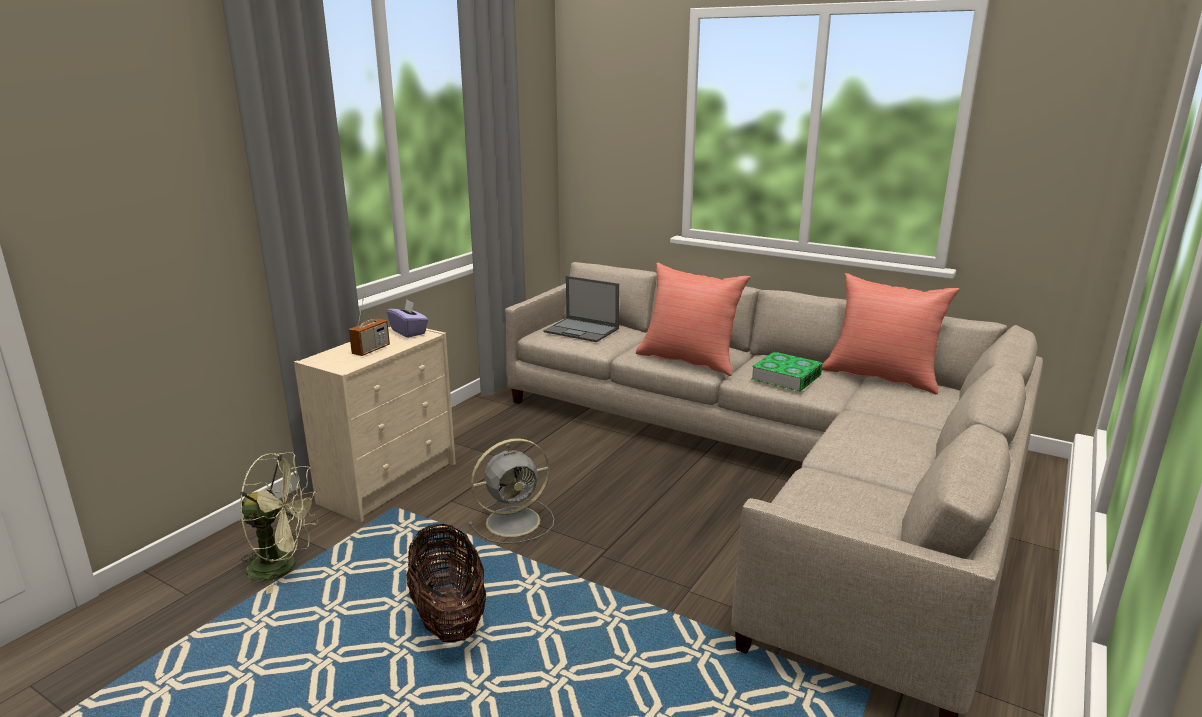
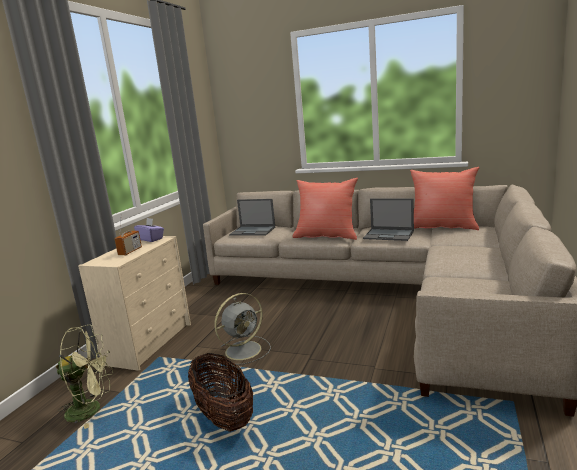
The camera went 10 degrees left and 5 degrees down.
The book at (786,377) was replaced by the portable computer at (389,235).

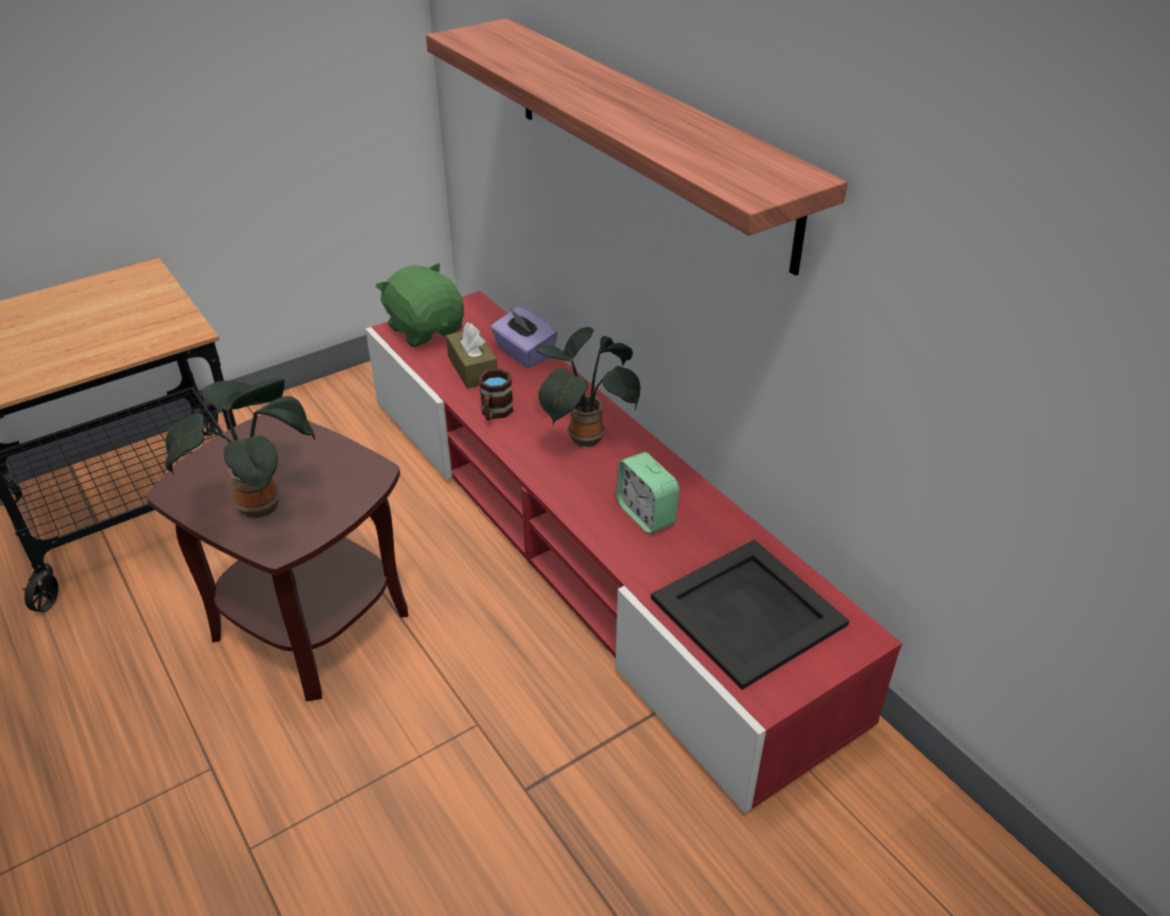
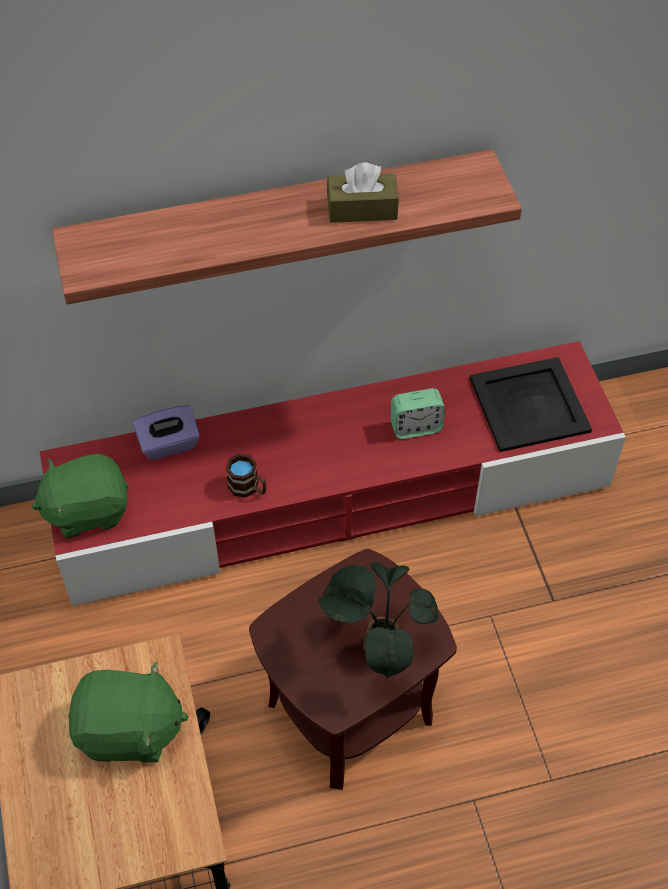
The camera went 70 degrees left and 15 degrees up.
The brown-coloured tissue box moved from (472,369) to (362,208).
The potted plant at (583,436) disappeared.
The green plush toy at (129,731) appeared.

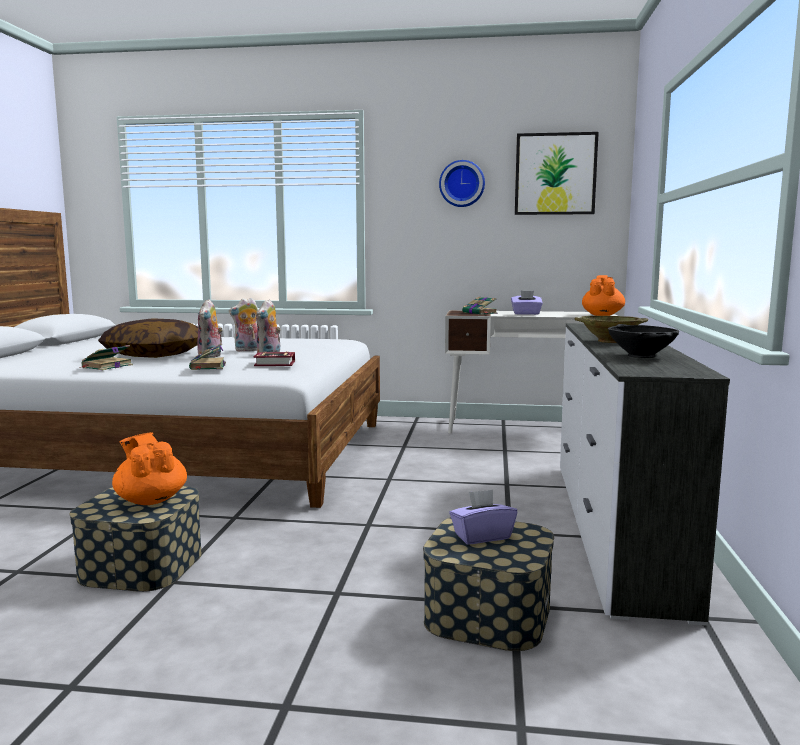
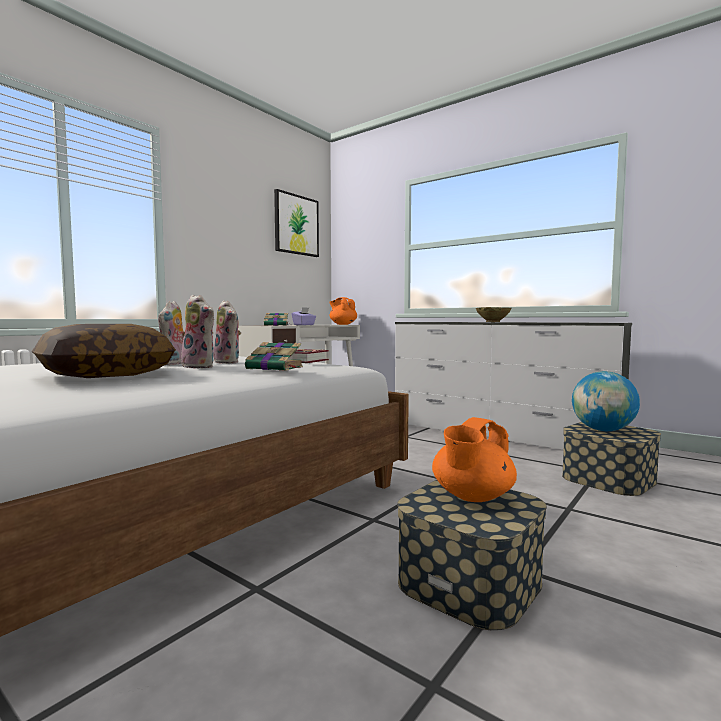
The camera went 60 degrees left and 5 degrees down.
The book at (106,366) disappeared.
The orange-coloured tea pot at (151,500) turned 45 degrees counterclockwise.
The hanging clock at (462,184) disappeared.
The purple tissue box at (482,536) was replaced by the world globe at (603,430).
The blackish bowl at (641,356) disappeared.

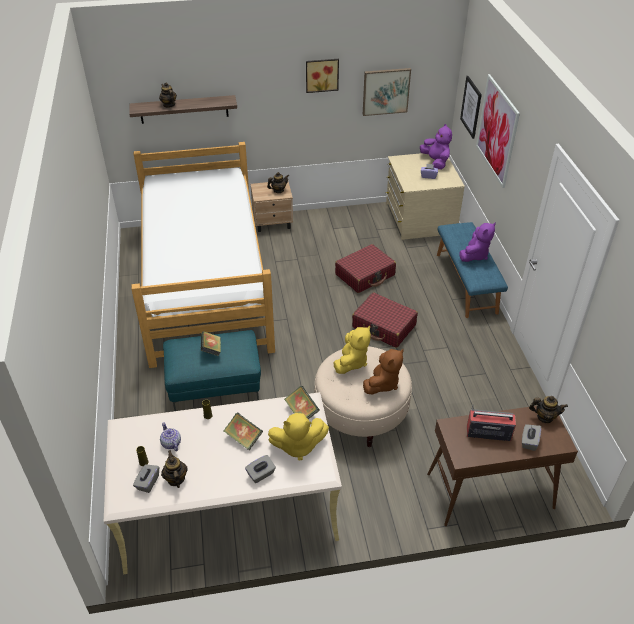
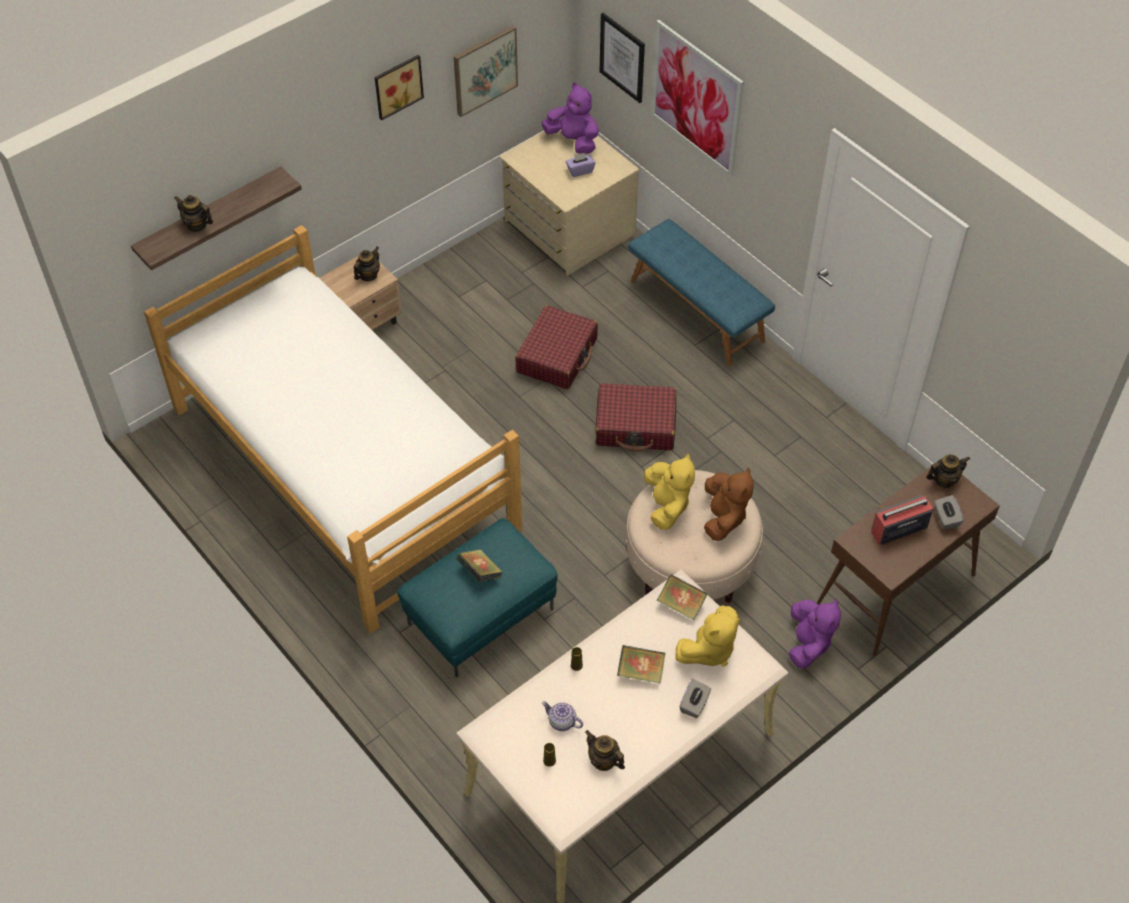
The camera went 30 degrees left and 10 degrees up.
The grey tissue box at (147,483) disappeared.
The purple plush toy moved from (475,255) to (808,643).

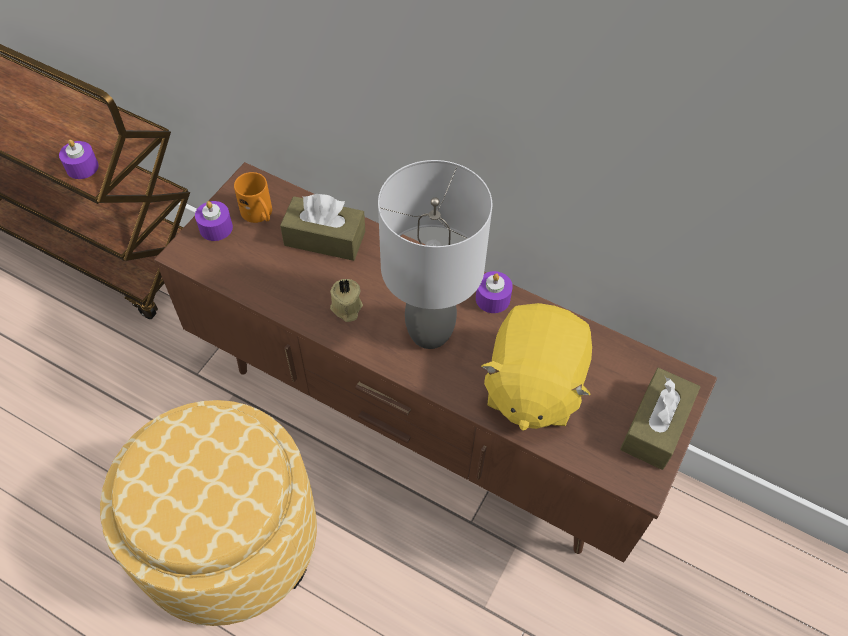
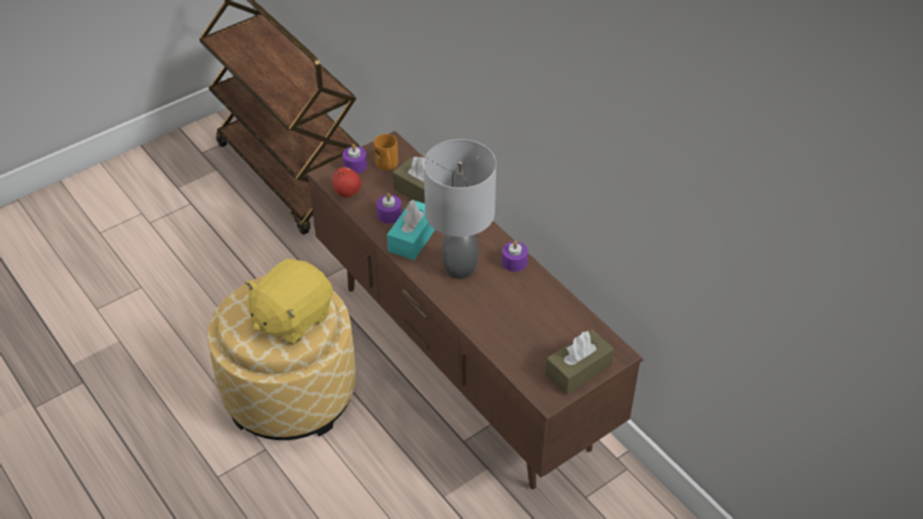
The camera went 25 degrees right and 10 degrees down.
The purple wax candle moved from (82,167) to (389,214).
The beige-coloured wax candle at (346,308) was replaced by the turquoise tissue box at (413,238).
The yellow plush toy moved from (532,386) to (292,318).
The apple at (347,192) appeared.

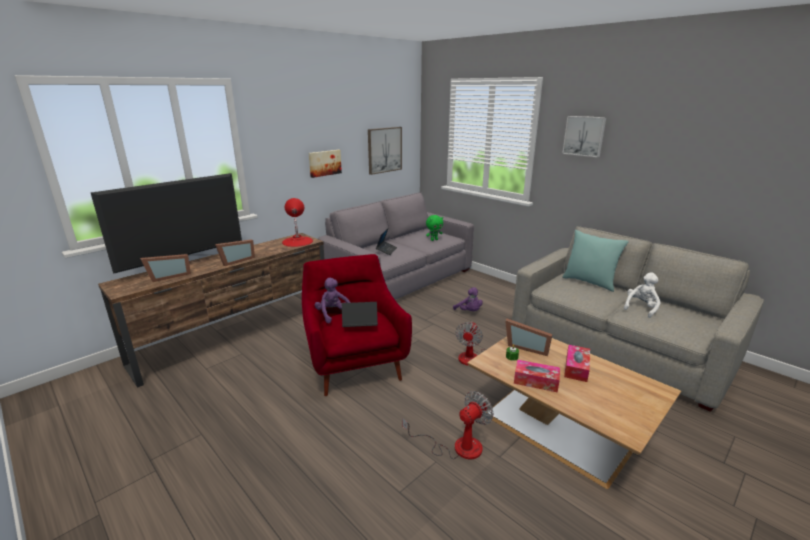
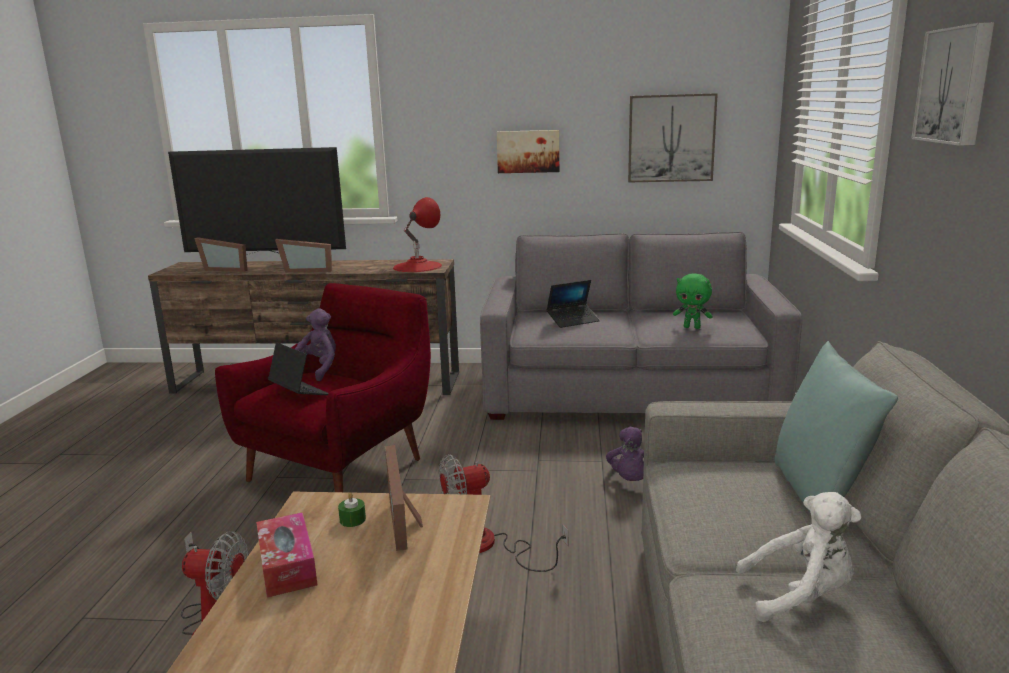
The camera went 50 degrees right and 5 degrees down.
The tissue box at (576,368) disappeared.

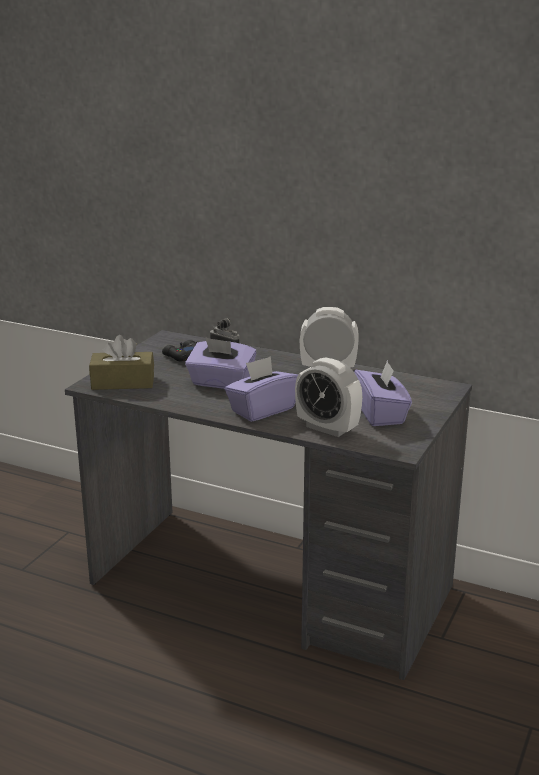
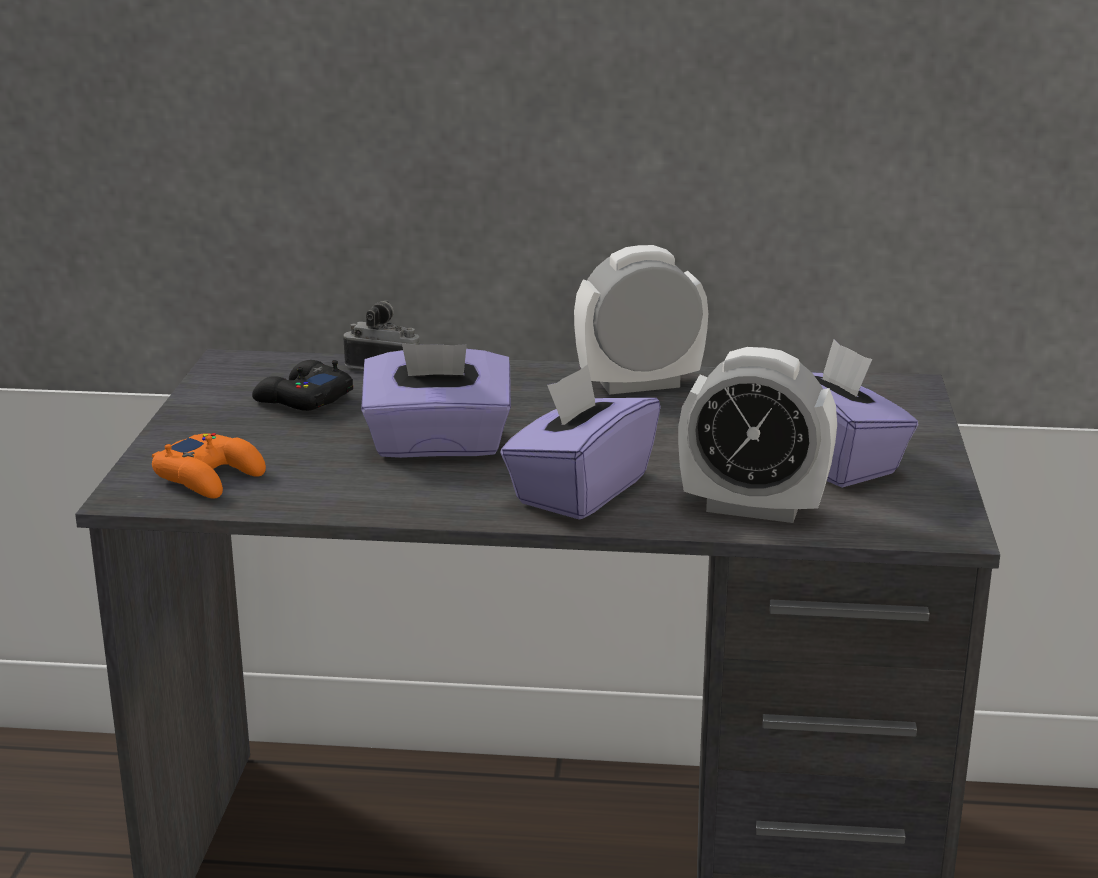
The camera went 20 degrees left and 0 degrees up.
The brown-coloured tissue box at (123,382) was replaced by the orange-coloured gamepad at (210,477).

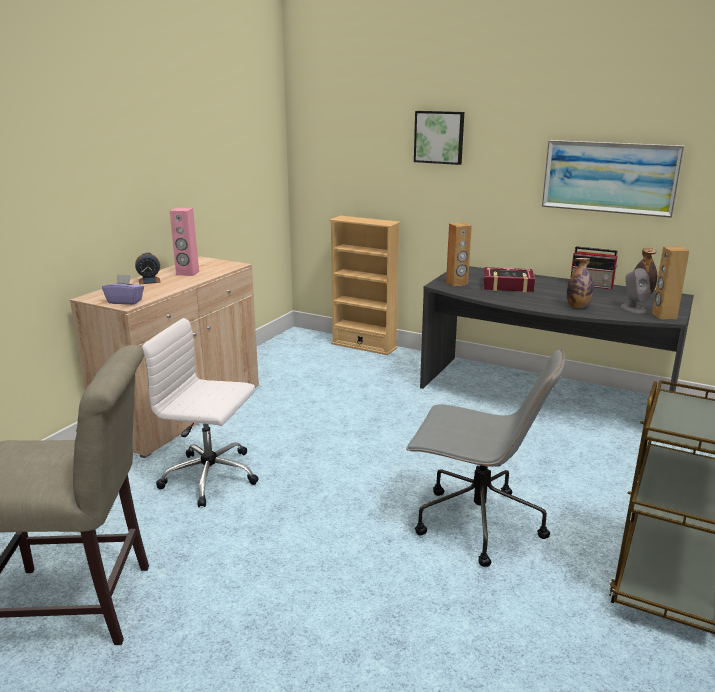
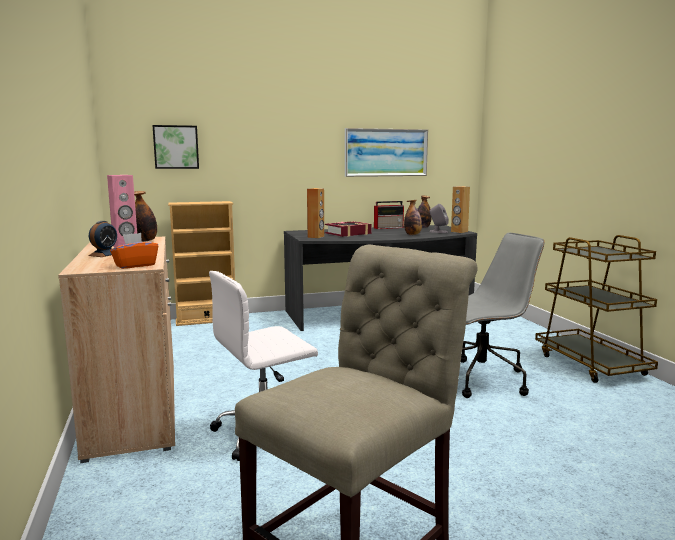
The camera went 45 degrees left and 10 degrees down.
The purple tissue box at (125,301) became the orange-coloured tissue box at (135,265).
The wall picture moved from (439,137) to (176,147).
The drink bottle at (145,241) appeared.

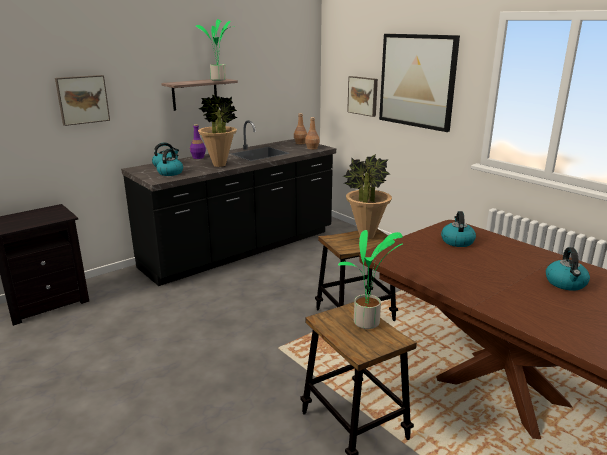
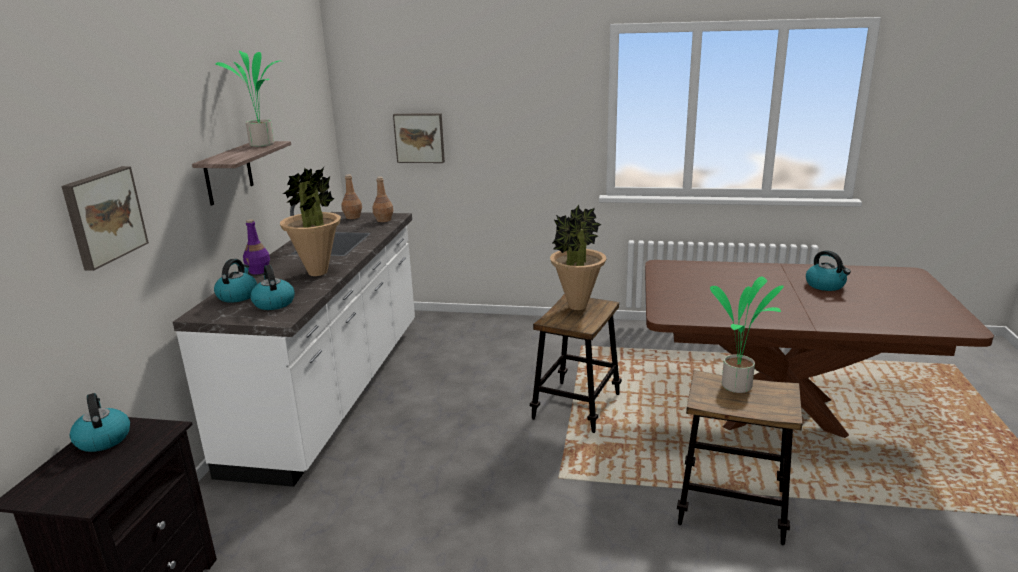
The camera went 40 degrees left and 0 degrees up.
The blackish kitchen base unit at (241,250) became the white-coloured kitchen base unit at (334,391).
The wall picture at (417,81) disappeared.
The tea kettle moved from (457,241) to (103,439).

